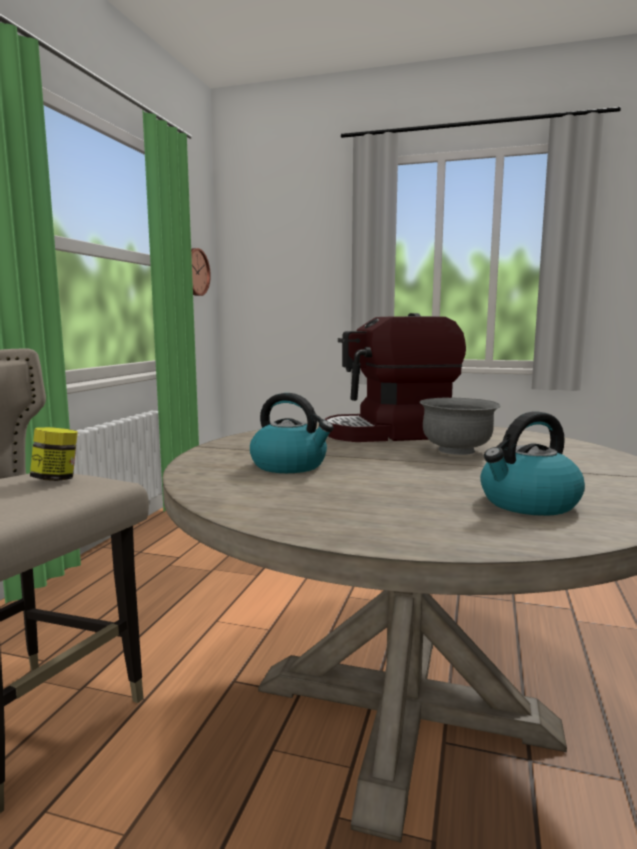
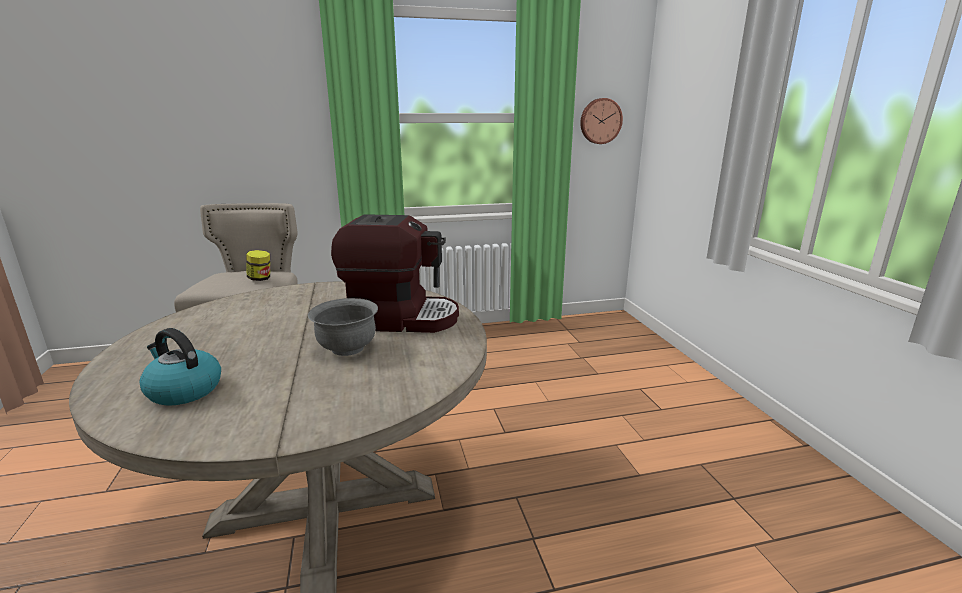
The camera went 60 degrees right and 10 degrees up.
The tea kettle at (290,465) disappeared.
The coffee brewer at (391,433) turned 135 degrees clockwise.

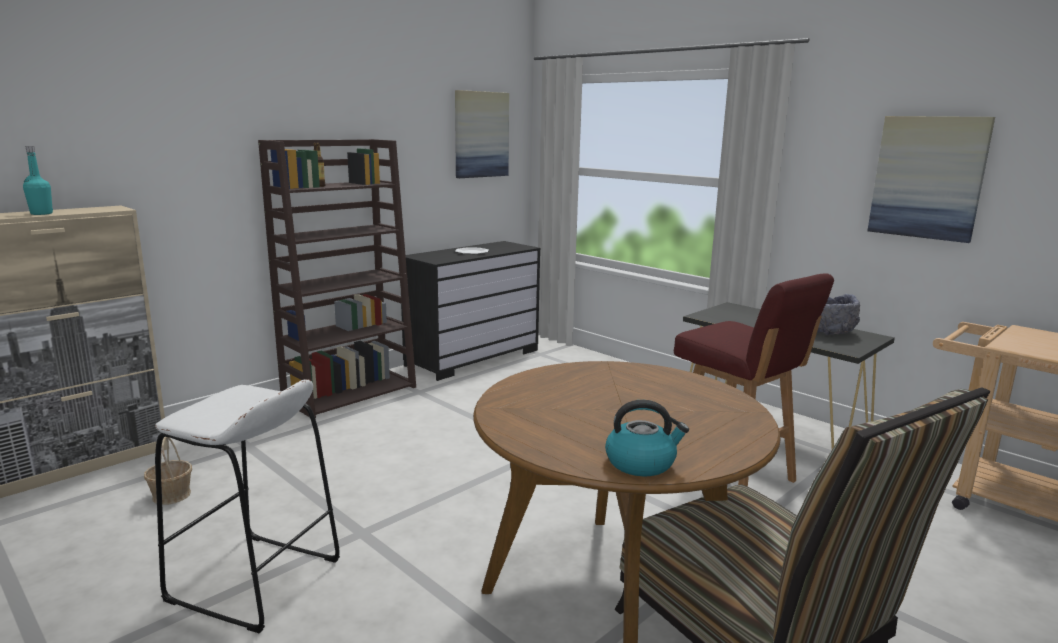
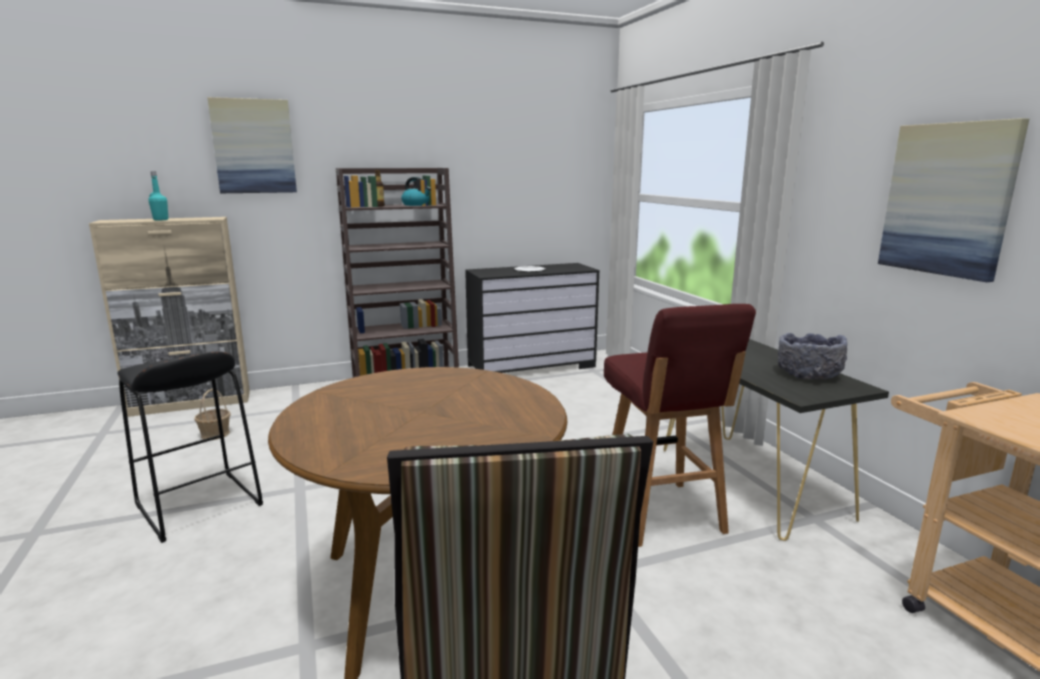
The camera went 25 degrees right and 0 degrees up.
The white-coloured sitting stool at (255,580) became the blackish sitting stool at (198,505).
The wall picture moved from (481,134) to (254,146).
The tea kettle moved from (641,463) to (416,205).

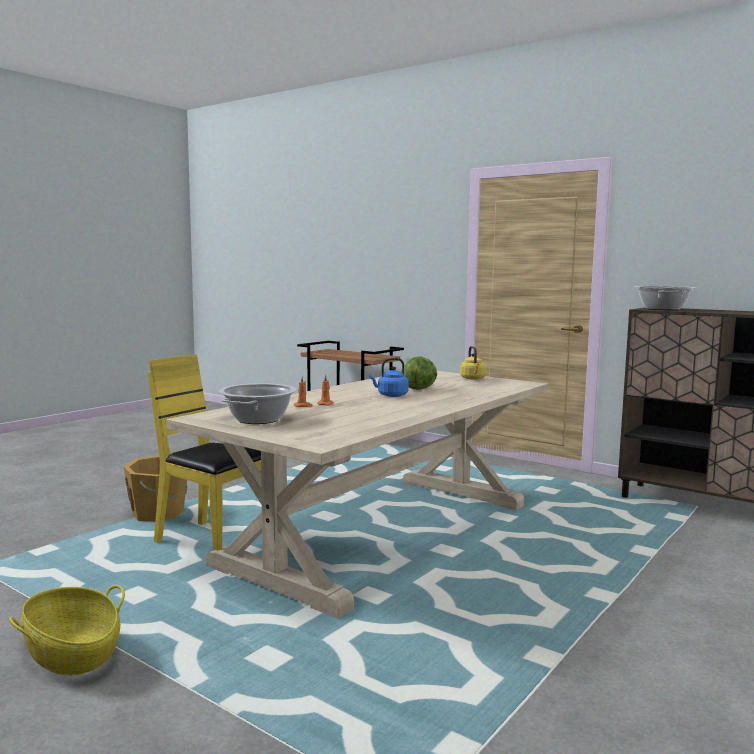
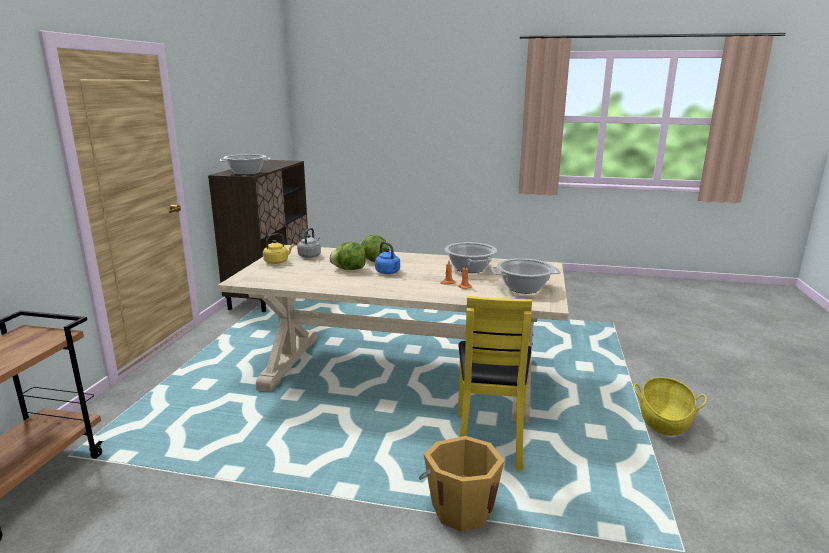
The camera went 115 degrees left and 10 degrees up.
The grey tea kettle at (310,255) appeared.
The head of lettuce at (373,261) appeared.
The saucepot at (470,269) appeared.

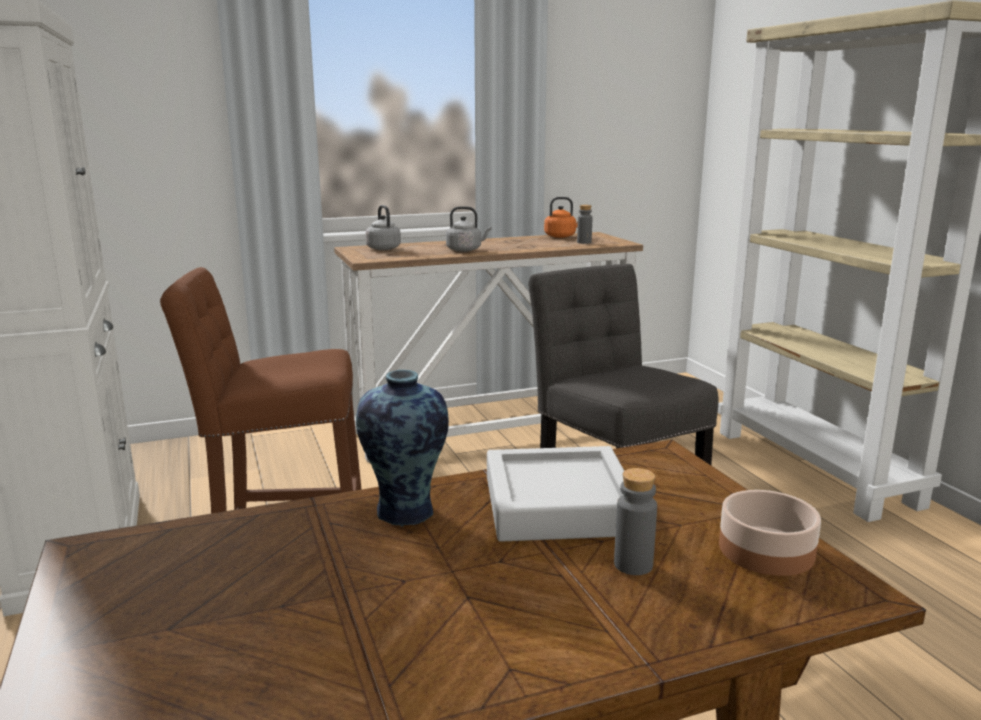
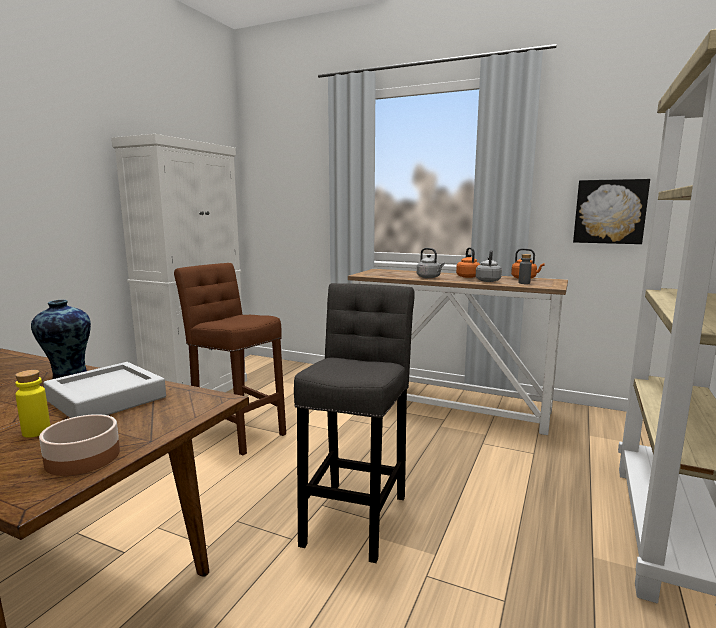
The camera went 45 degrees right and 5 degrees down.
The grey tea kettle moved from (383,248) to (488,280).
The grey drink bottle at (633,565) became the yellow drink bottle at (36,432).
The orange-coloured tea kettle at (467,276) appeared.
The wall picture at (609,211) appeared.

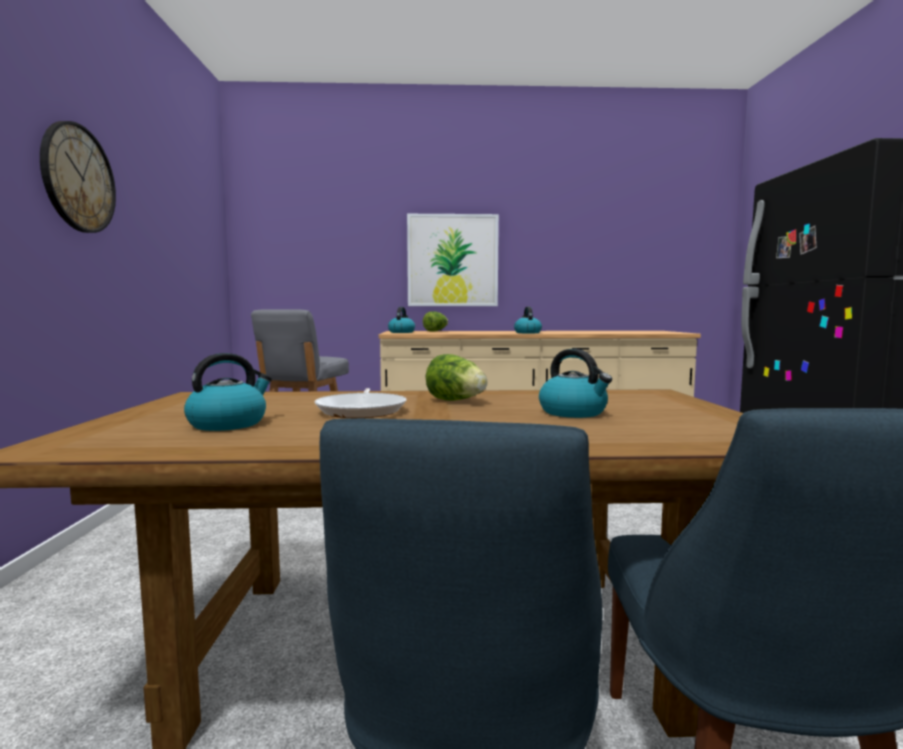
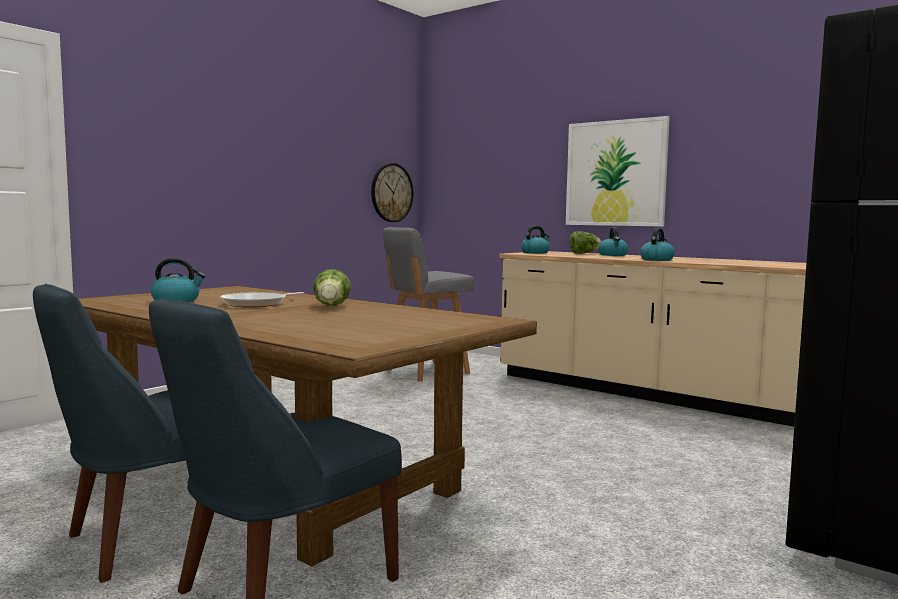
The camera went 40 degrees right and 0 degrees up.
The hanging clock moved from (78,178) to (391,193).
The tea kettle moved from (574,412) to (613,255).

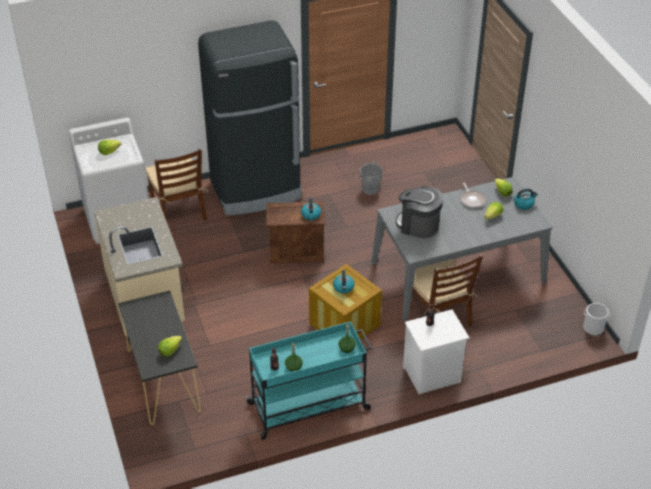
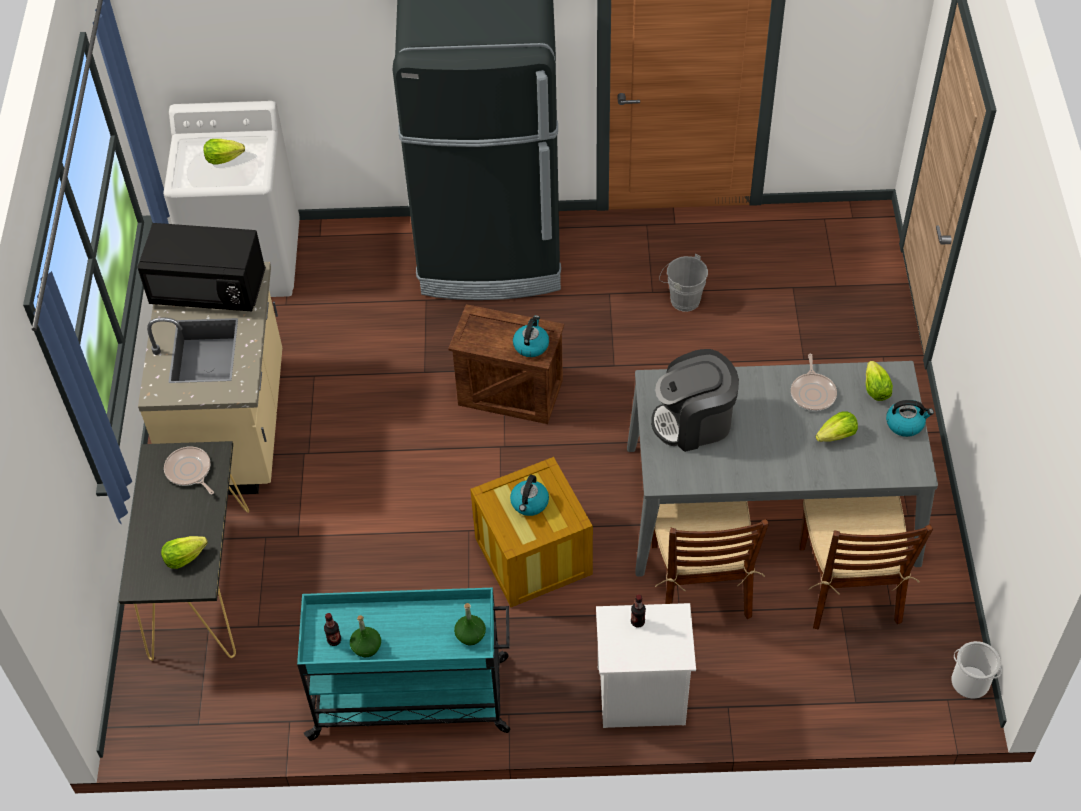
The camera went 20 degrees right and 10 degrees up.
The brown-coloured plain chair moved from (179,210) to (849,585).
The coffee brewer at (418,225) turned 60 degrees counterclockwise.
The blackish microwave at (209,289) appeared.
The skillet at (189,471) appeared.

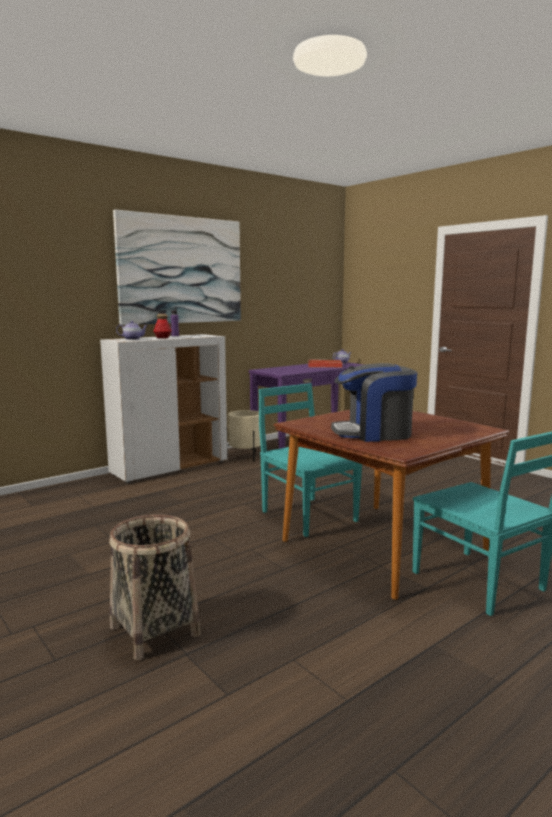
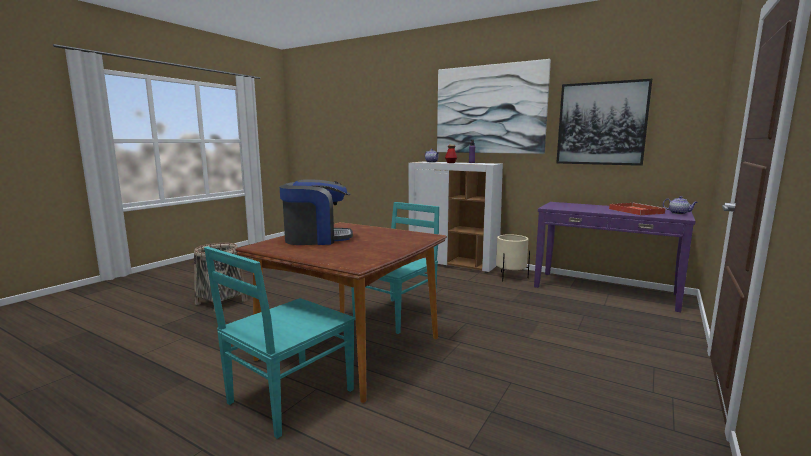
The camera went 70 degrees right and 0 degrees up.
The coffee brewer at (373,433) turned 105 degrees clockwise.
The wall picture at (601,124) appeared.

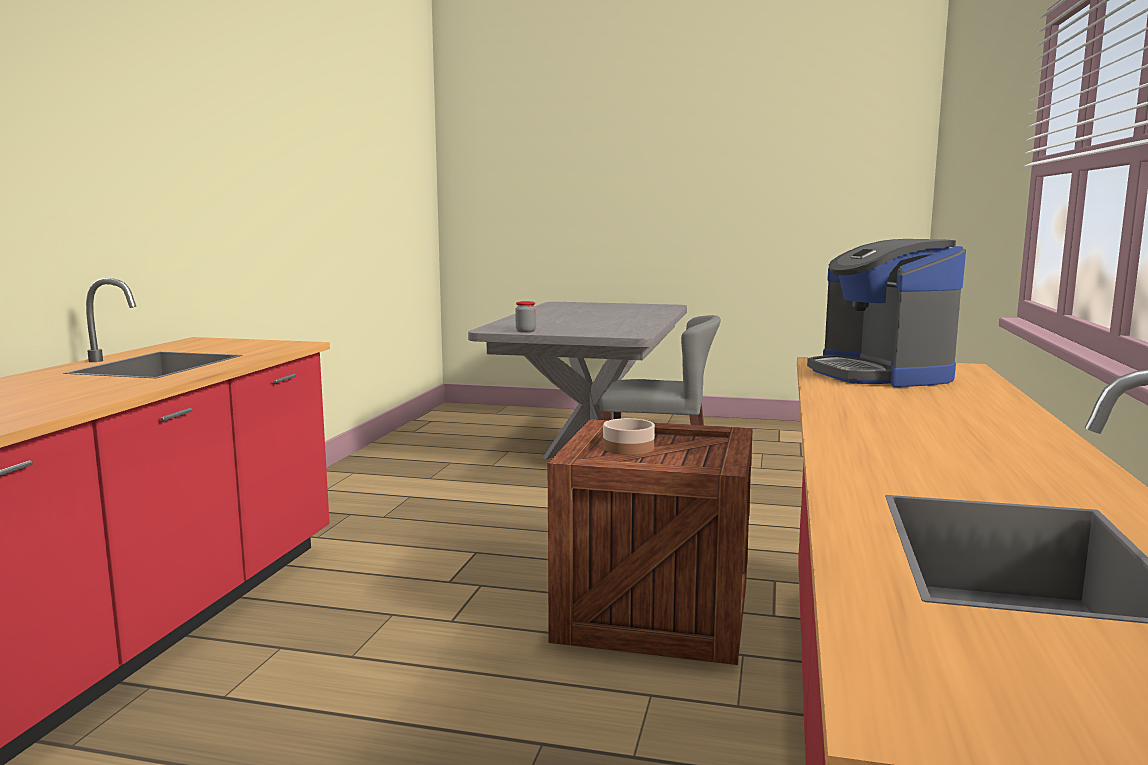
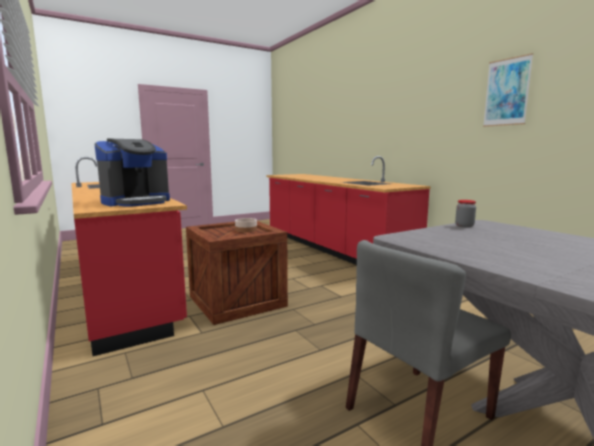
The camera went 135 degrees right and 0 degrees up.
The coffee brewer at (880,374) turned 105 degrees clockwise.
The wall picture at (507,92) appeared.

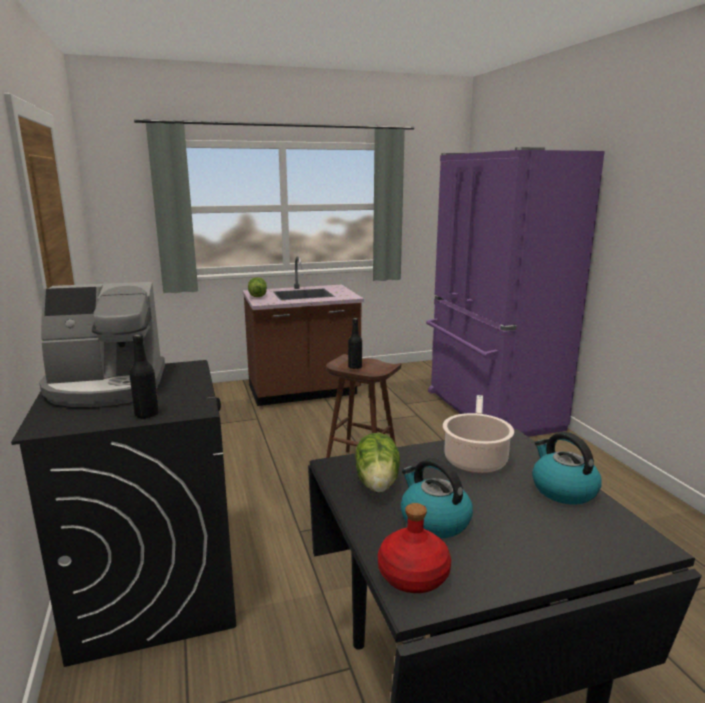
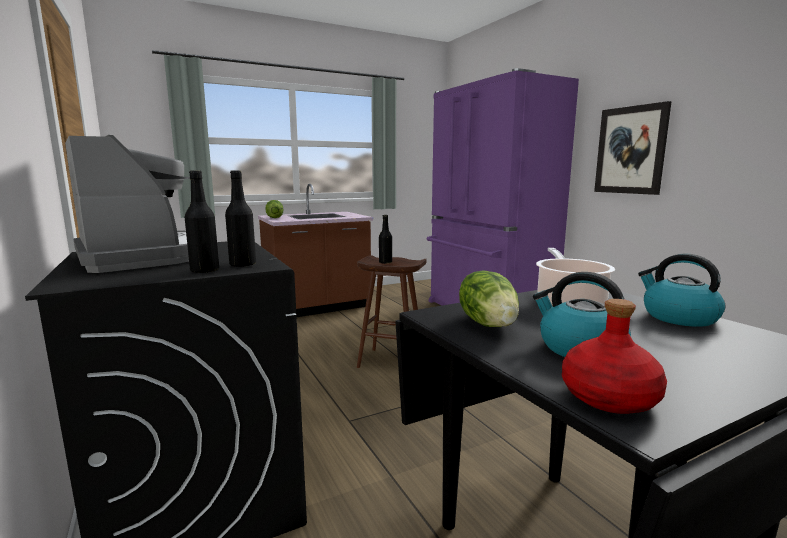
The camera went 10 degrees left and 5 degrees down.
The coffee brewer at (107,387) turned 105 degrees counterclockwise.
The blackish drink bottle at (243,265) appeared.
The wall picture at (630,150) appeared.

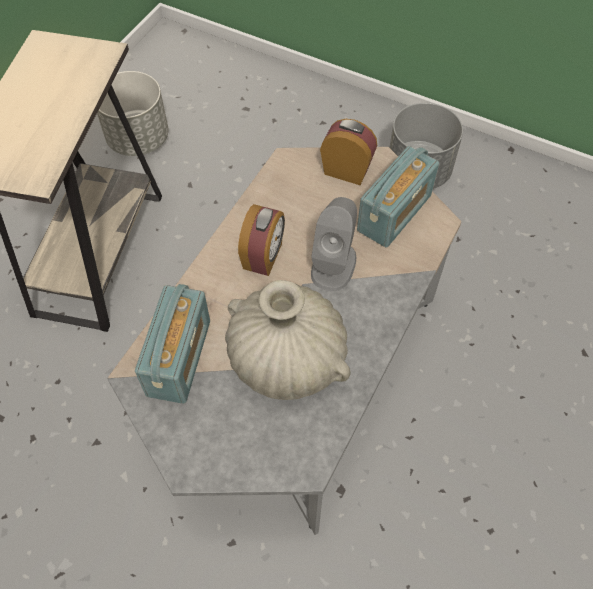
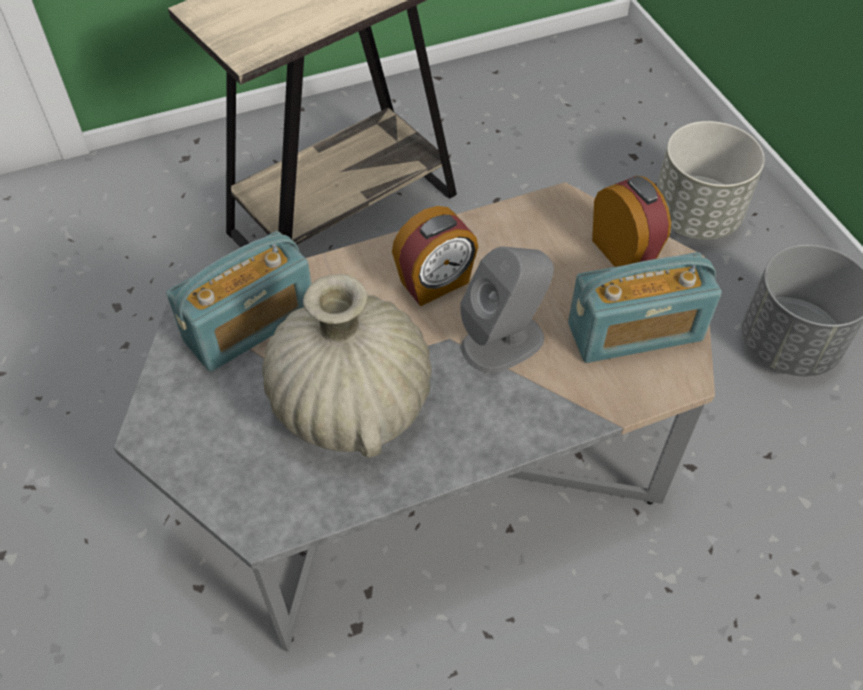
The camera went 40 degrees right and 5 degrees down.
The grey plant pot moved from (138,139) to (694,216).

